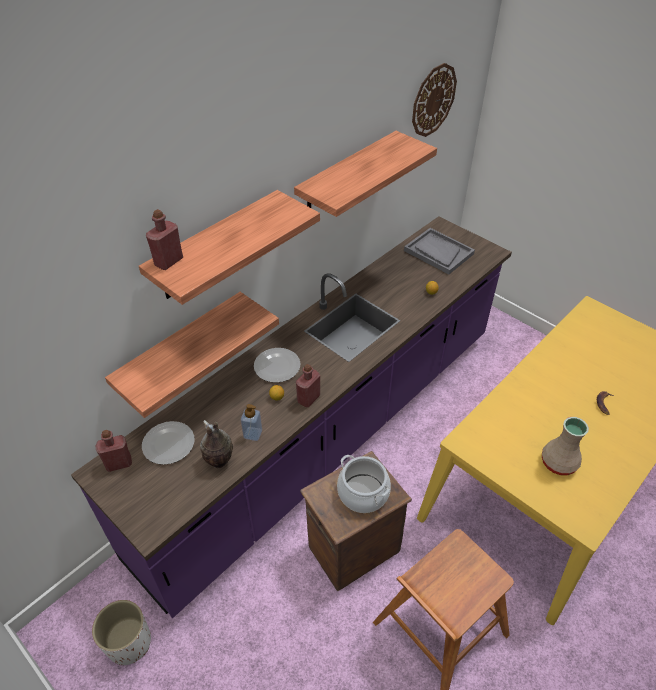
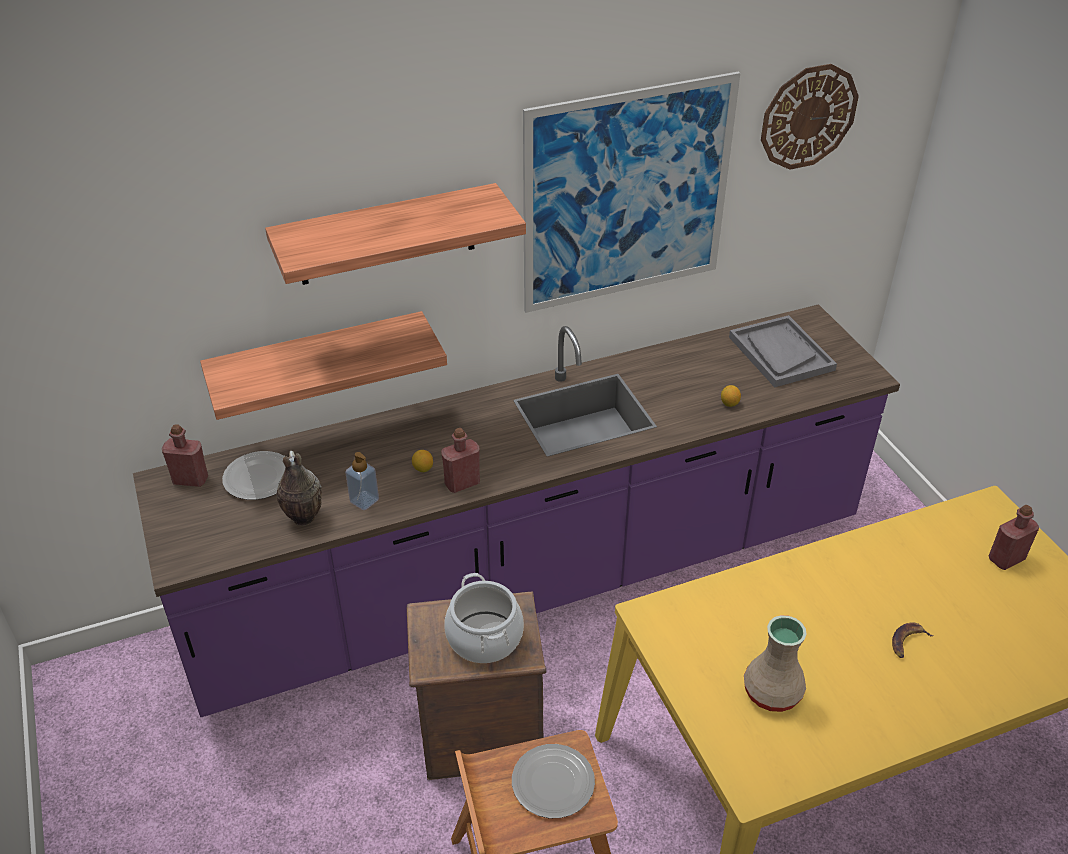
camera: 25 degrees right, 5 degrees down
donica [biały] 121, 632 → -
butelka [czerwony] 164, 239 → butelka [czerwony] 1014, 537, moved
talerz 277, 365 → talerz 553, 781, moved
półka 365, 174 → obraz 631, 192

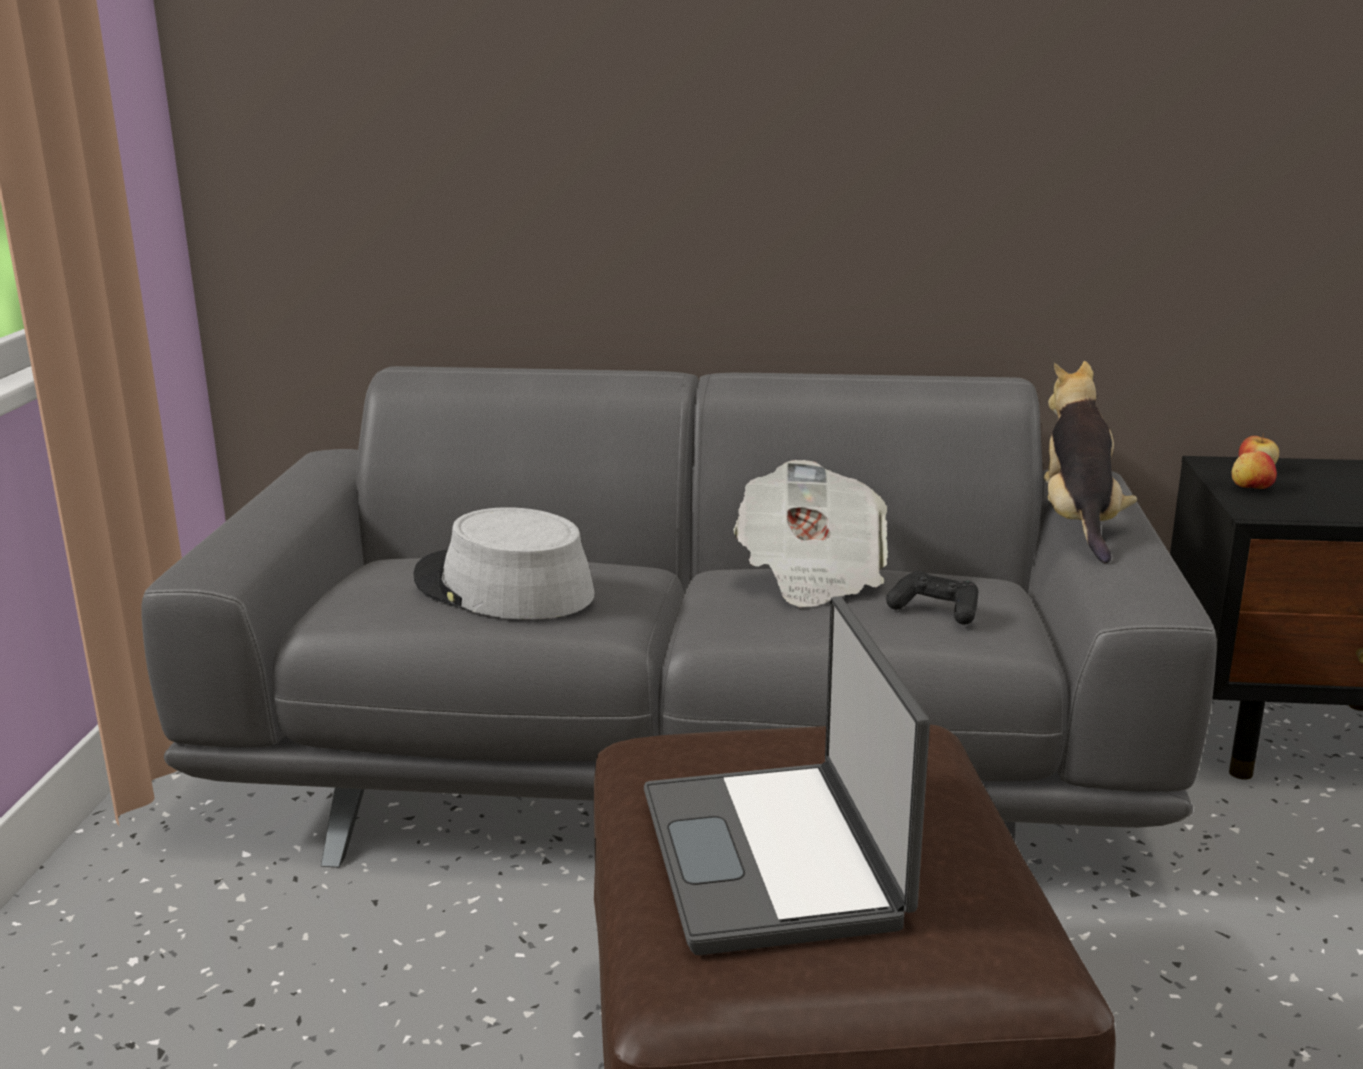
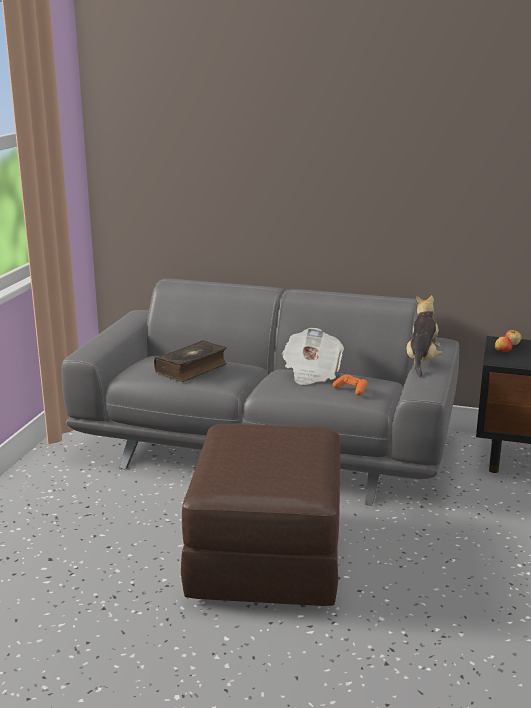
camera: 10 degrees right, 0 degrees up
kapelusz [szary] 503, 563 → książka 190, 361
laptop 787, 775 → -
pad do gier [czarny] 932, 598 → pad do gier [pomarańczowy] 350, 385

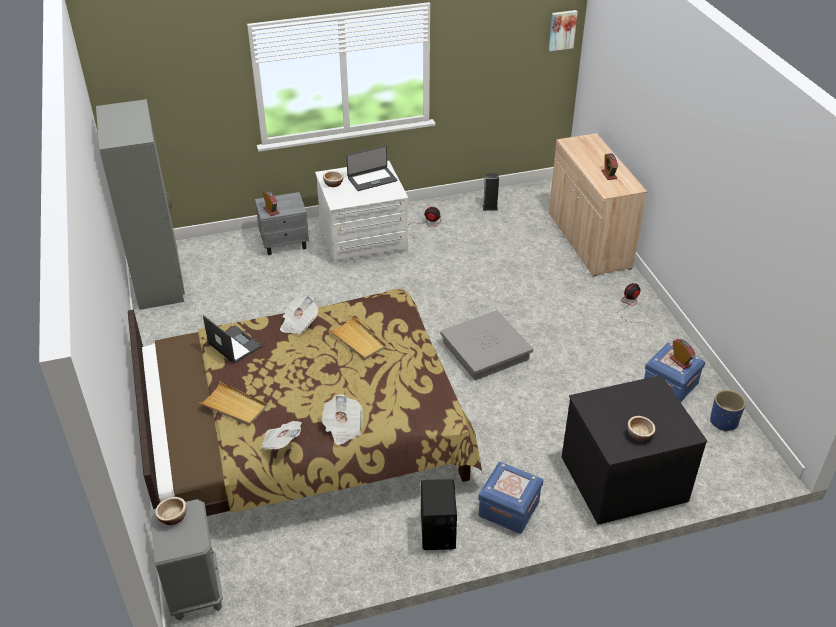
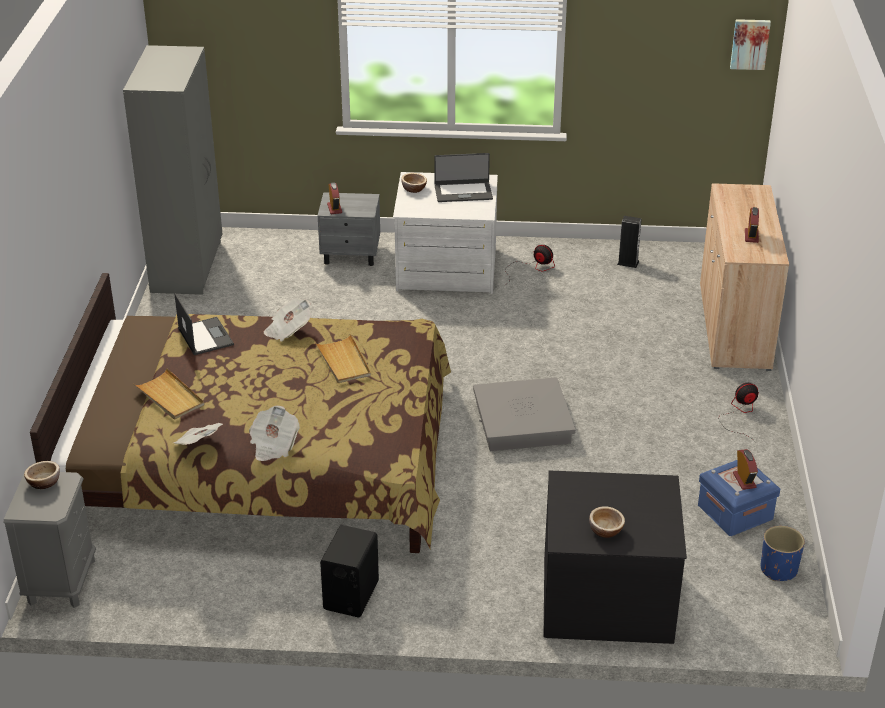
camera: 20 degrees right, 5 degrees down
pojemnik do przechowywania [niebieski] 510, 498 → -

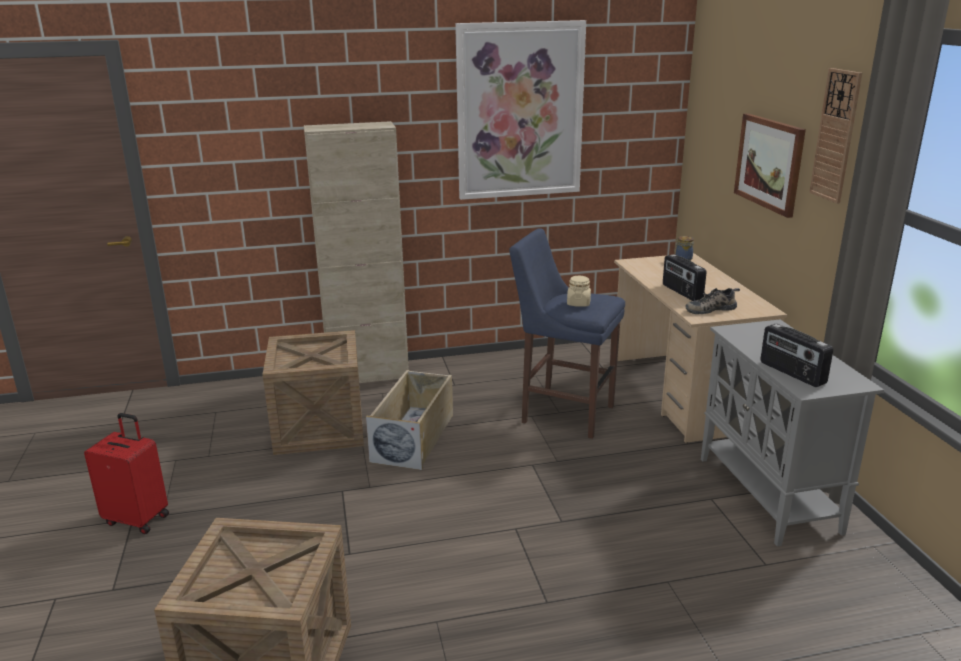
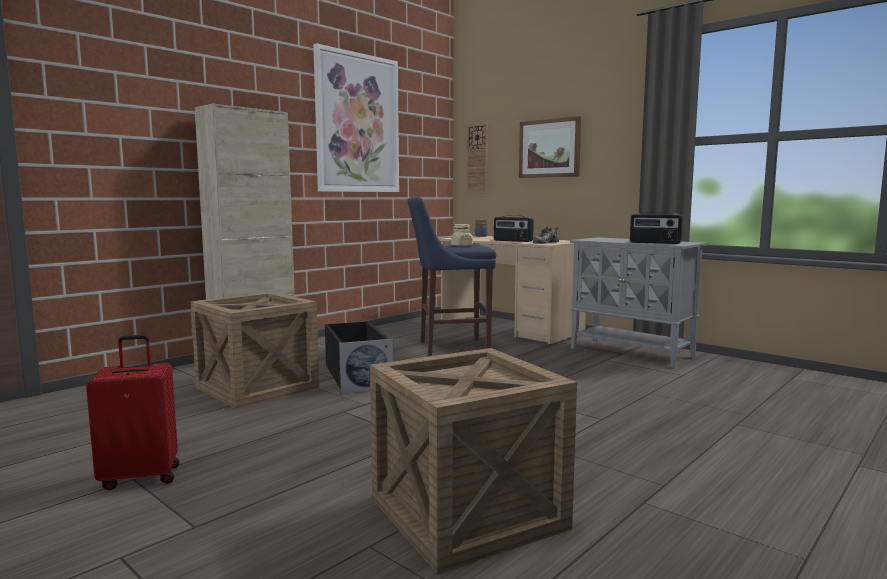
camera: 35 degrees left, 15 degrees down
pojemnik do przechowywania [beżowy] 409, 420 → pojemnik do przechowywania [czarny] 359, 357
zegar ścienny 835, 135 → zegar ścienny 477, 158, moved

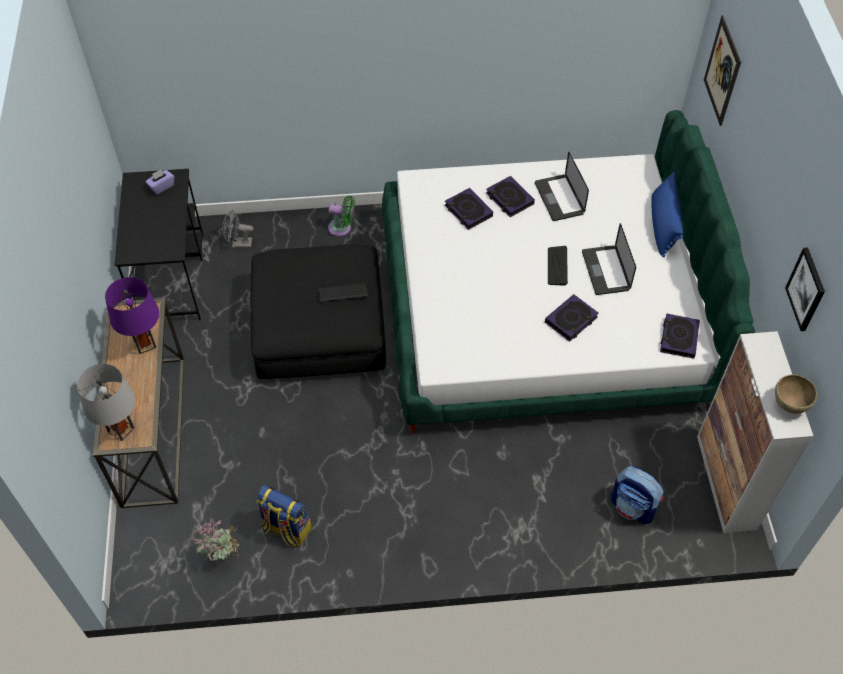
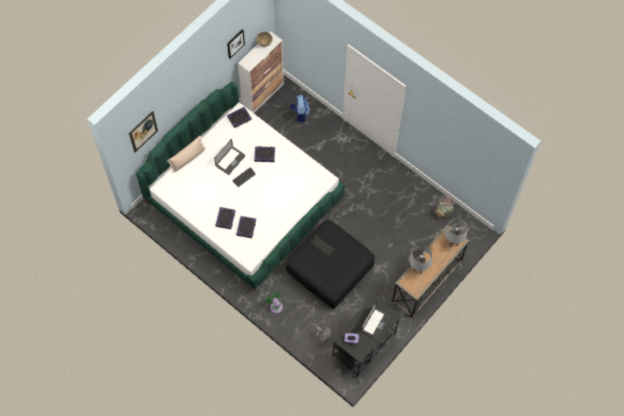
camera: 135 degrees left, 10 degrees up
lampa stołowa [fioletowy] 132, 315 → lampa stołowa [szary] 420, 259
plecak 284, 516 → -
laptop 562, 186 → laptop 376, 320, moved
poduszka [niebieski] 667, 214 → poduszka [beżowy] 186, 154

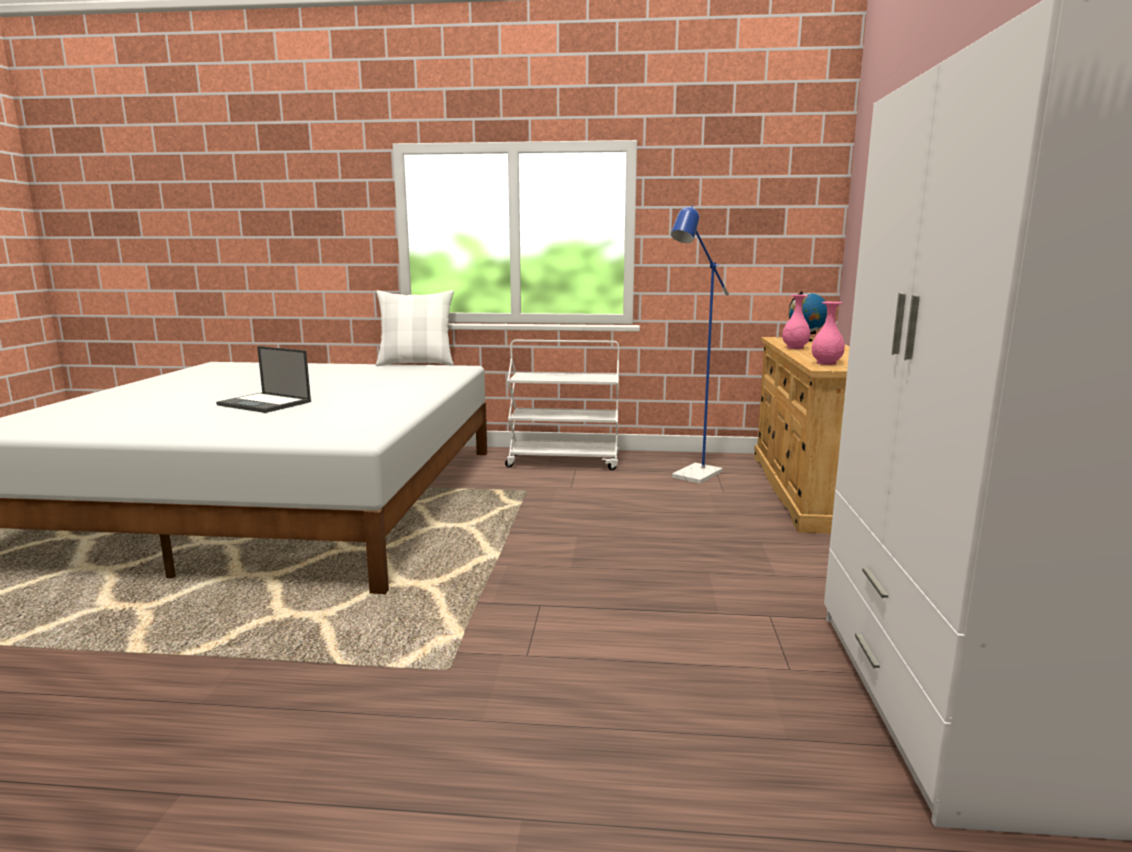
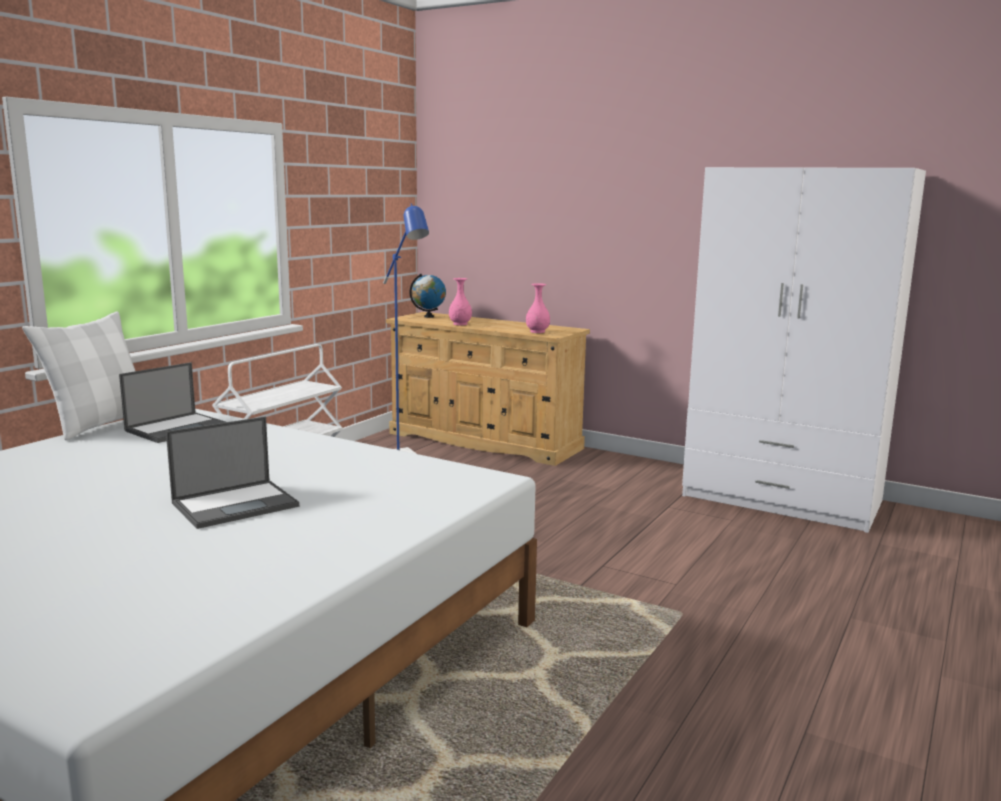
camera: 65 degrees left, 0 degrees up
- → laptop 172, 402

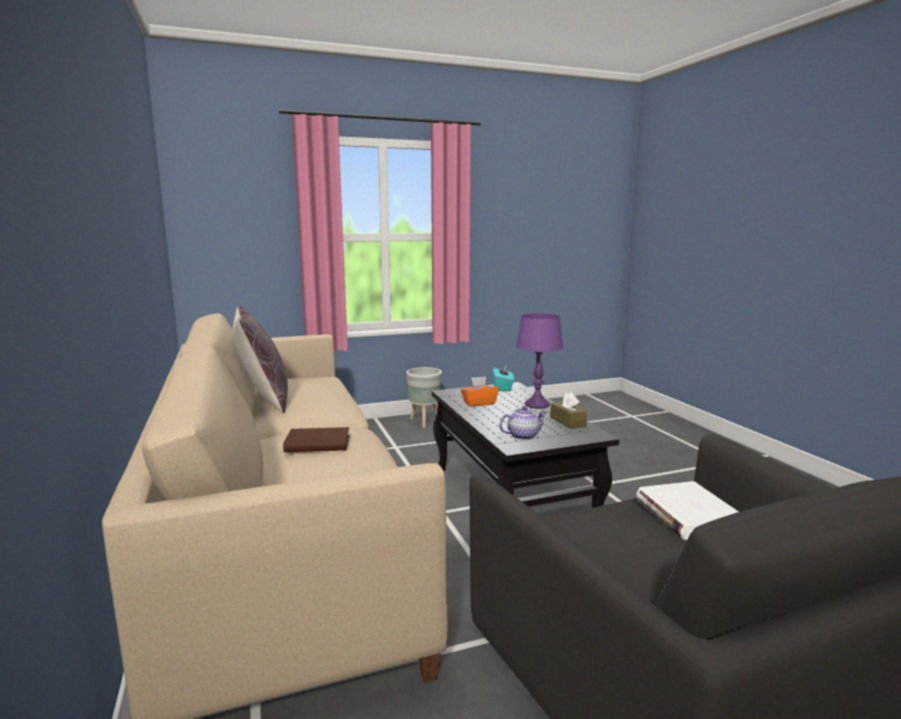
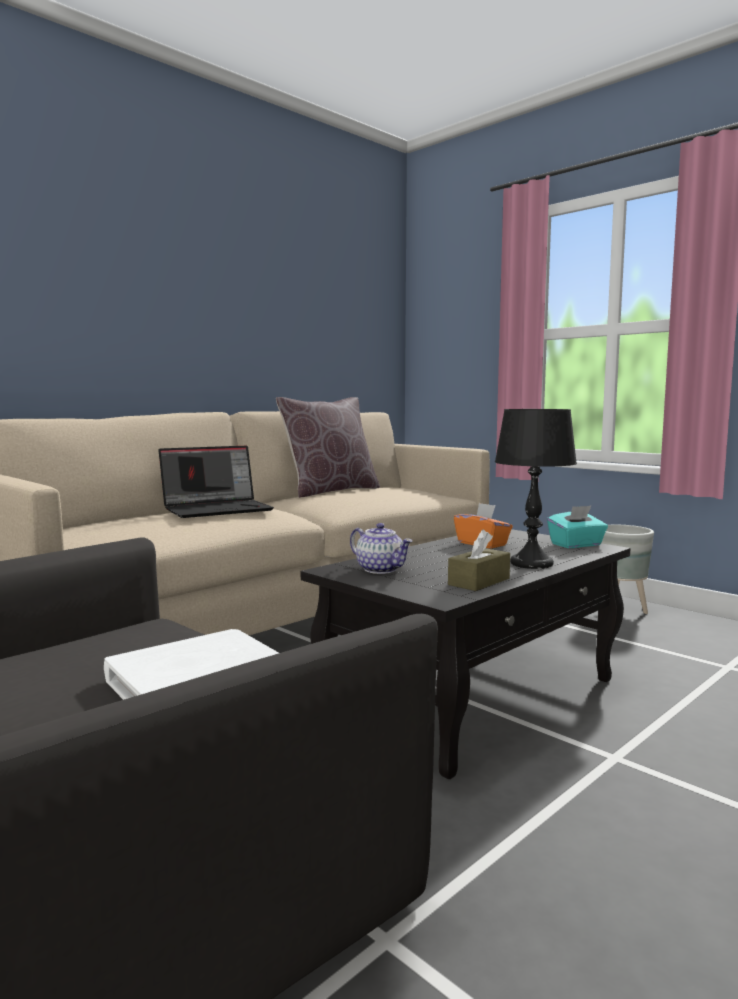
camera: 65 degrees right, 5 degrees down
książka [brązowy] 316, 439 → laptop 216, 482
lampa stołowa [fioletowy] 539, 361 → lampa stołowa [czarny] 536, 489

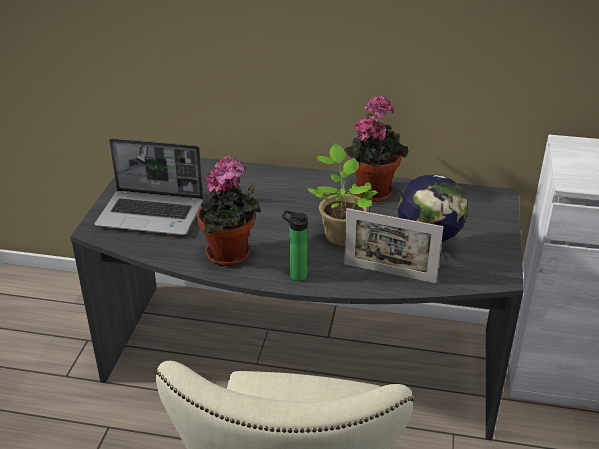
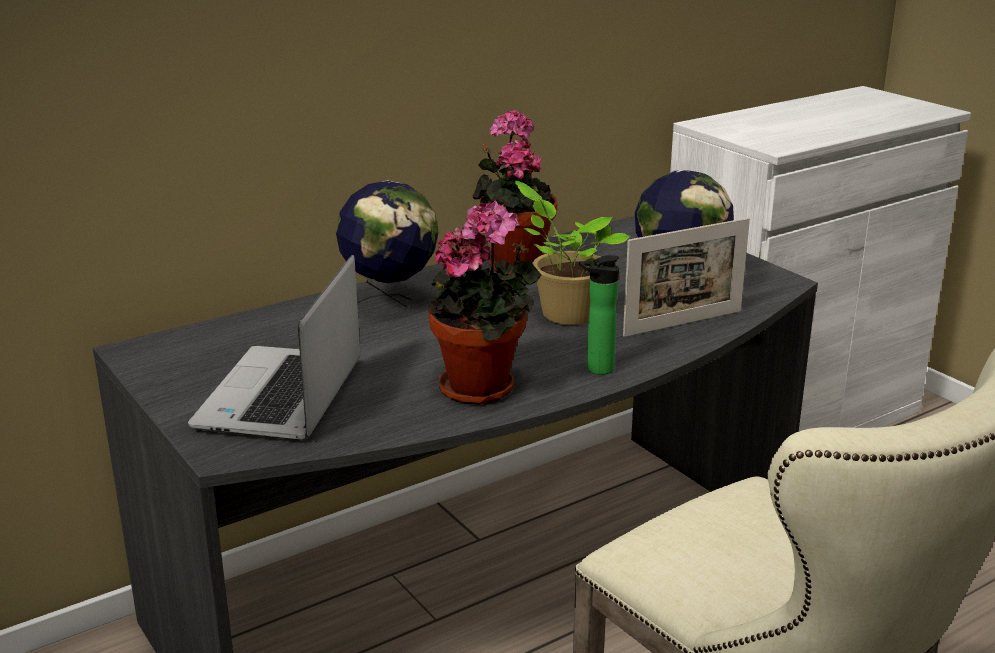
camera: 45 degrees left, 10 degrees down
laptop 149, 186 → laptop 274, 347, 135 degrees clockwise
- → globus 387, 249

